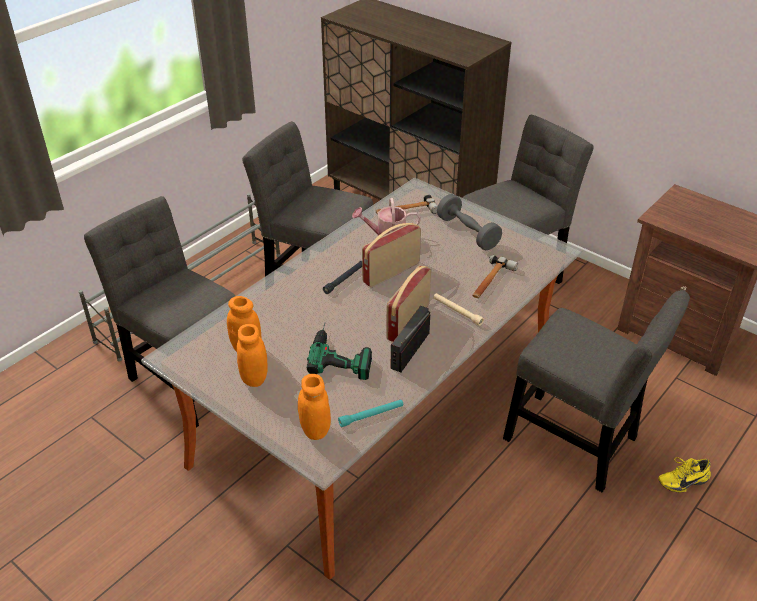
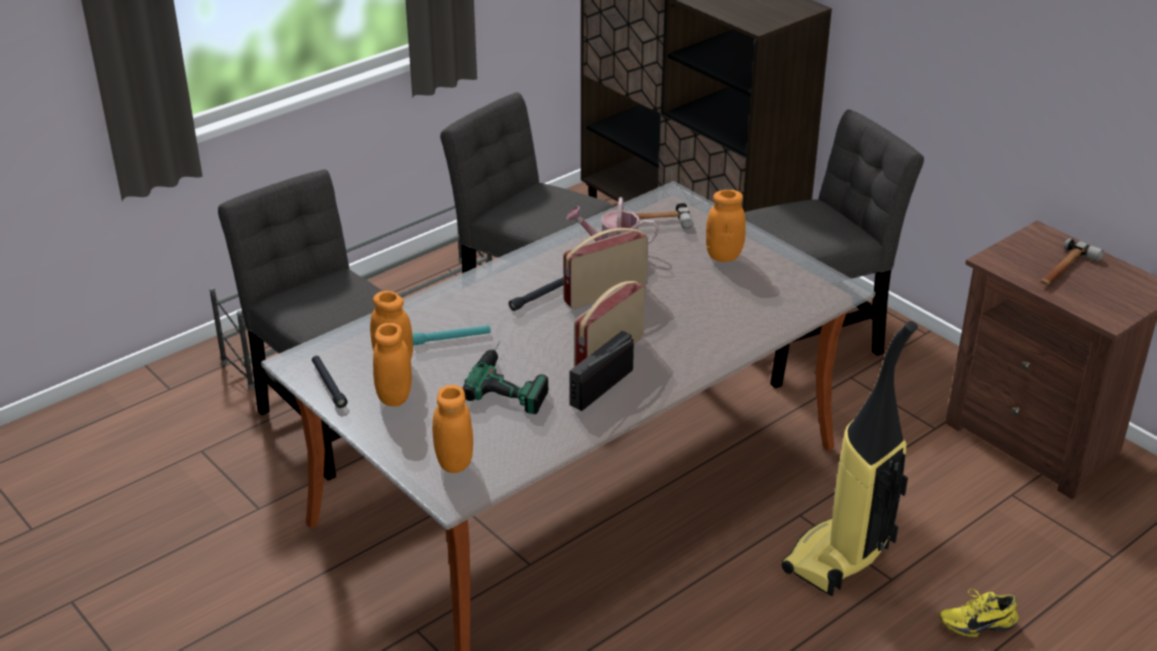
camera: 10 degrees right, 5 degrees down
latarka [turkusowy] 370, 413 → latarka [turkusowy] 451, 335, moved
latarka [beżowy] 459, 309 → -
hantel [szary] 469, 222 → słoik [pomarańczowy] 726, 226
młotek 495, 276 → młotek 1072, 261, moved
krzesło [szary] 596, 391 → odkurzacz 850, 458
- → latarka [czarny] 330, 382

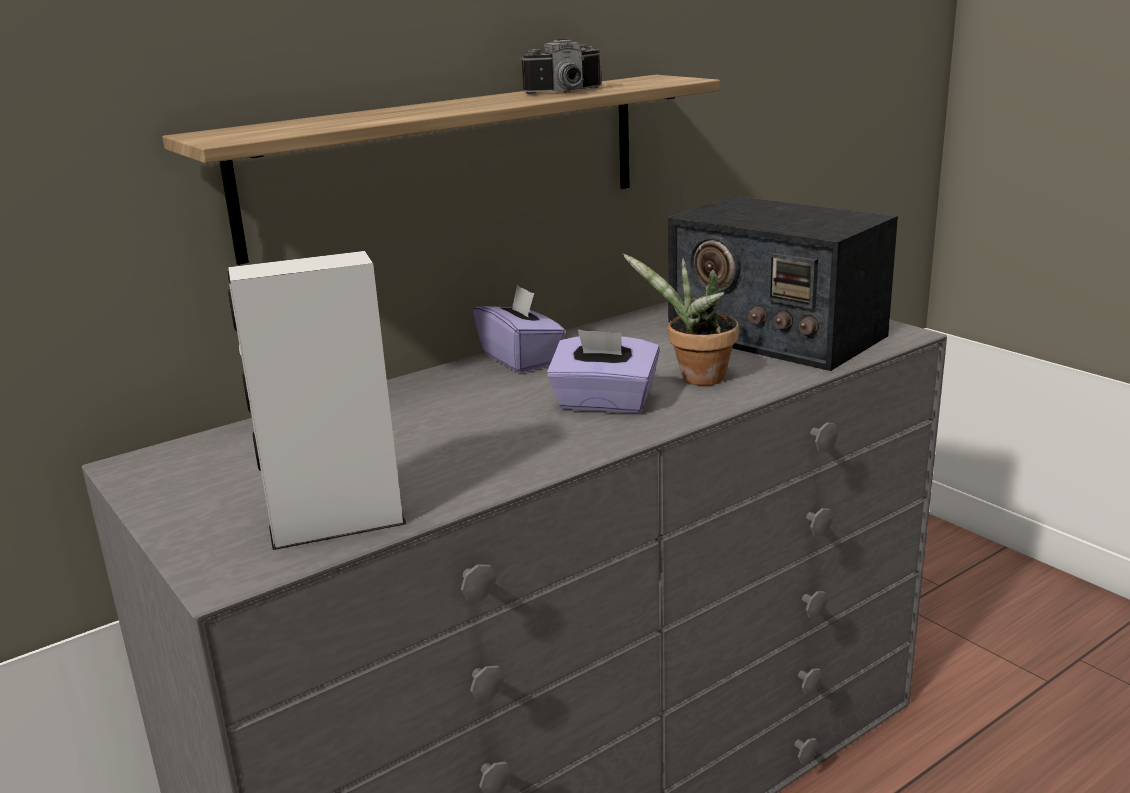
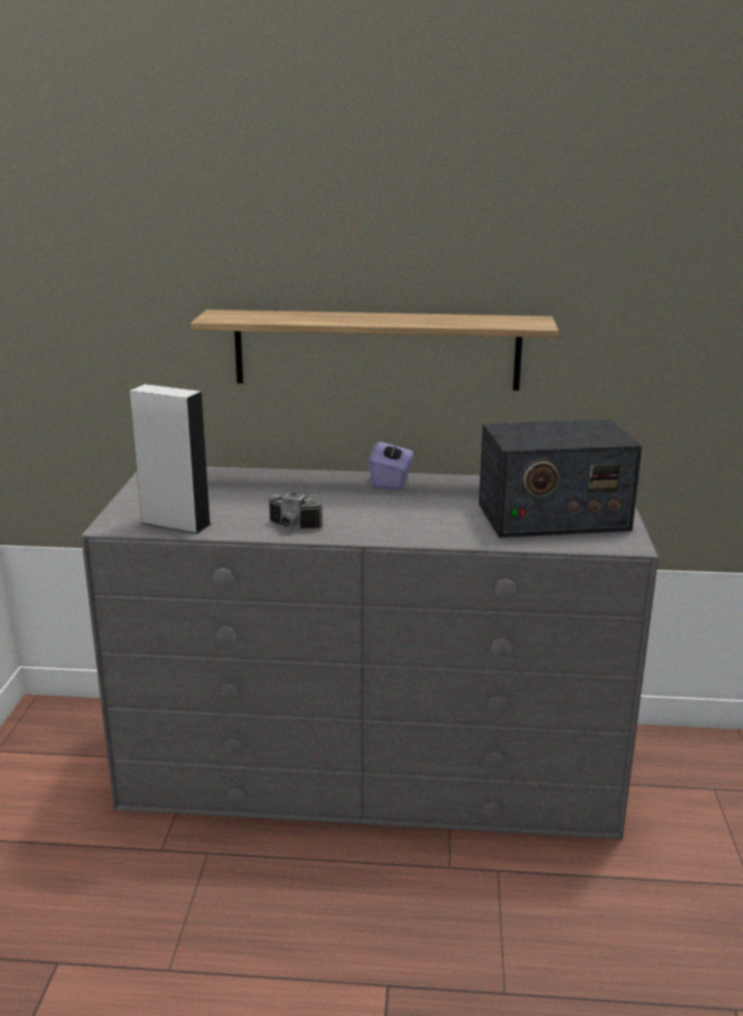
camera: 40 degrees right, 0 degrees up
aparat fotograficzny 561, 66 → aparat fotograficzny 295, 511, moved
pudełko chusteczek [fioletowy] 603, 371 → -
roślina doniczkowa 680, 319 → -
radio 783, 283 → radio 560, 478, 90 degrees counterclockwise

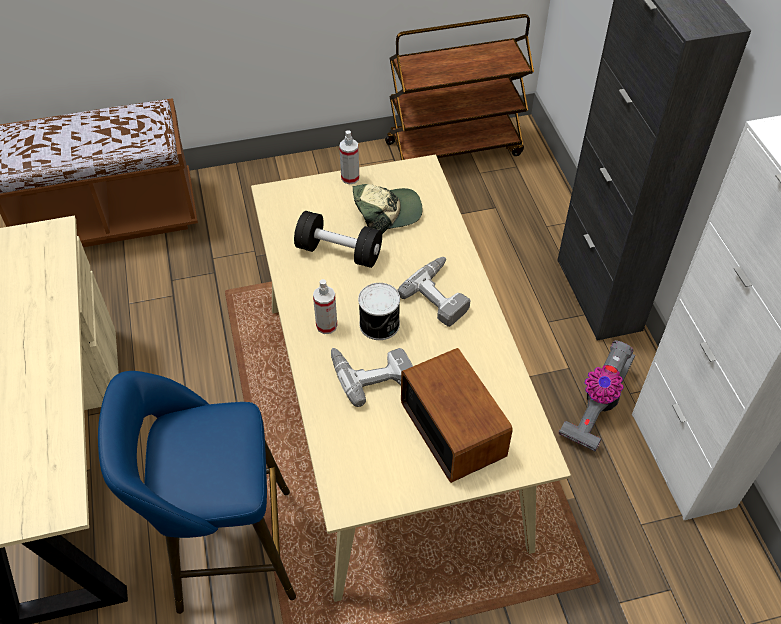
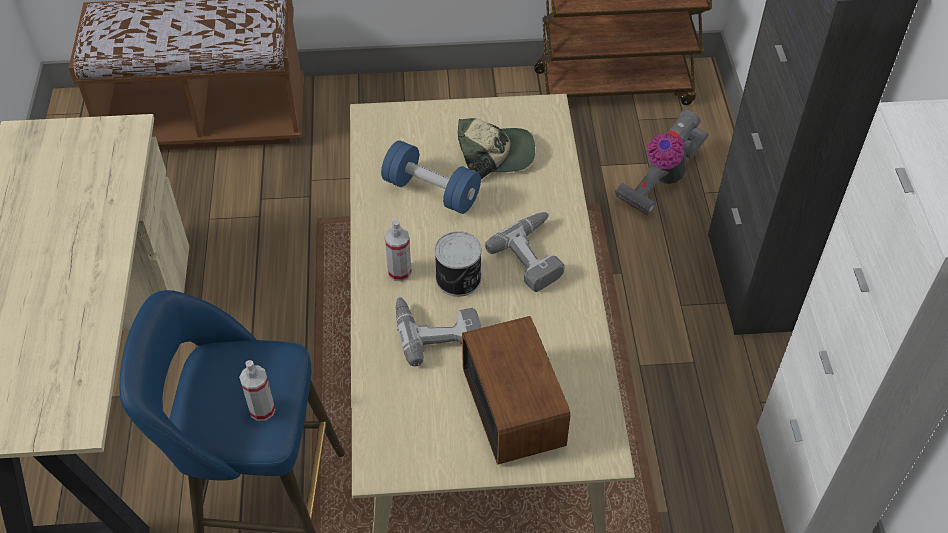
camera: 10 degrees right, 0 degrees up
hantel [czarny] 338, 239 → hantel [niebieski] 431, 177
spryskiwacz 349, 157 → spryskiwacz 257, 390, moved
odkurzacz 597, 396 → odkurzacz 662, 162, moved

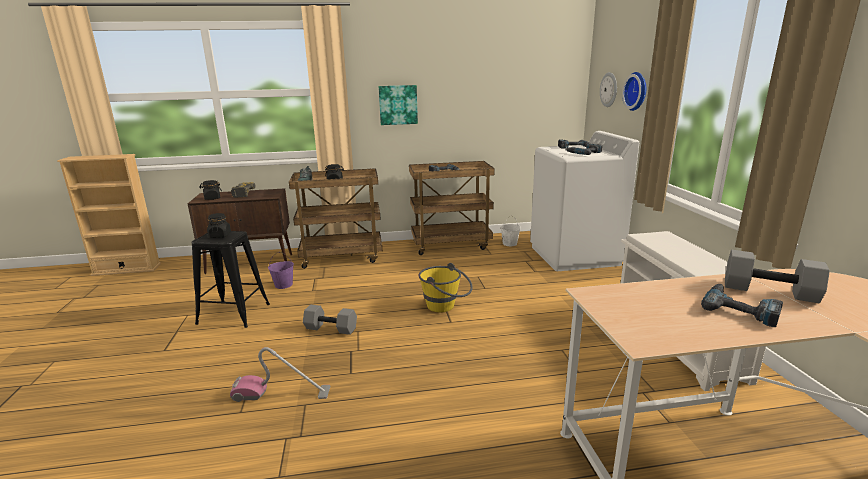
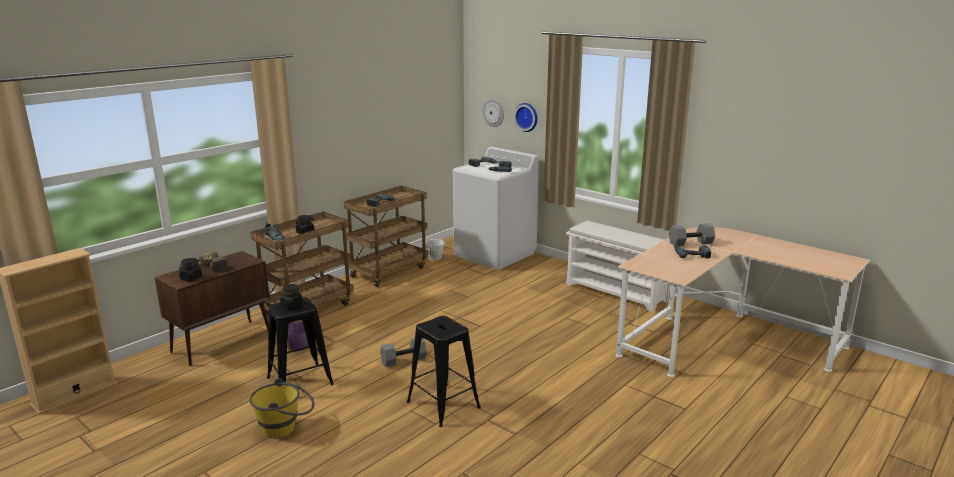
camera: 40 degrees left, 0 degrees up
odkurzacz 280, 374 → stołek [czarny] 444, 371
obraz 398, 105 → -
wiadro [żółty] 445, 287 → wiadro [żółty] 281, 408, moved

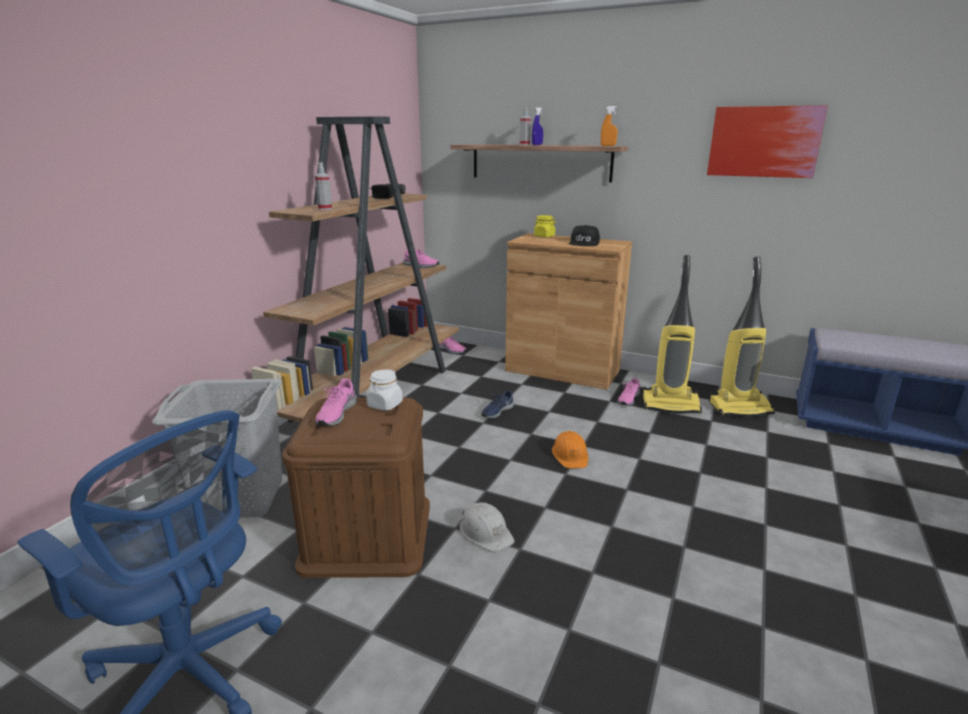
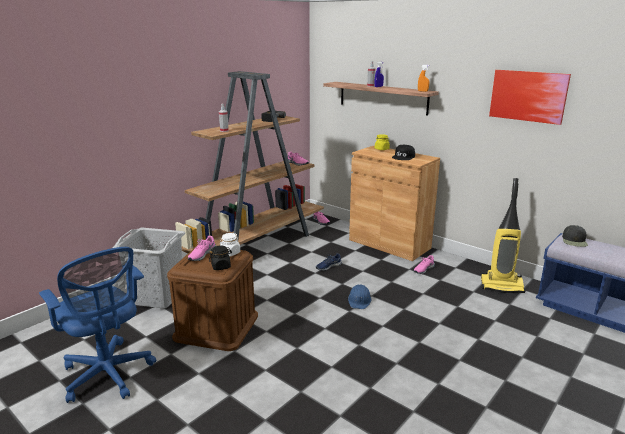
camera: 15 degrees right, 0 degrees up
kask [biały] 487, 527 → -
kask [pomarańczowy] 570, 449 → kask [niebieski] 359, 297
odkurzacz 672, 334 → -
- → słoik [czarny] 220, 257
- → czapka z daszkiem [czarny] 575, 236

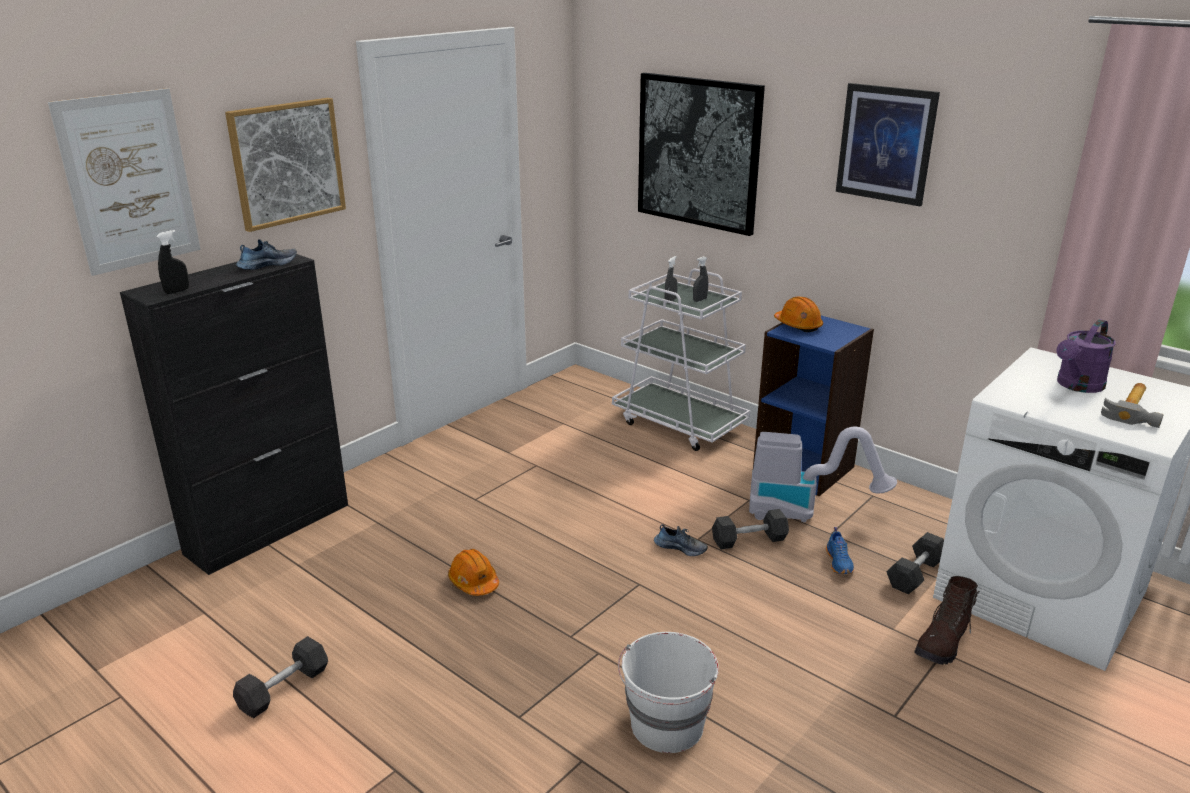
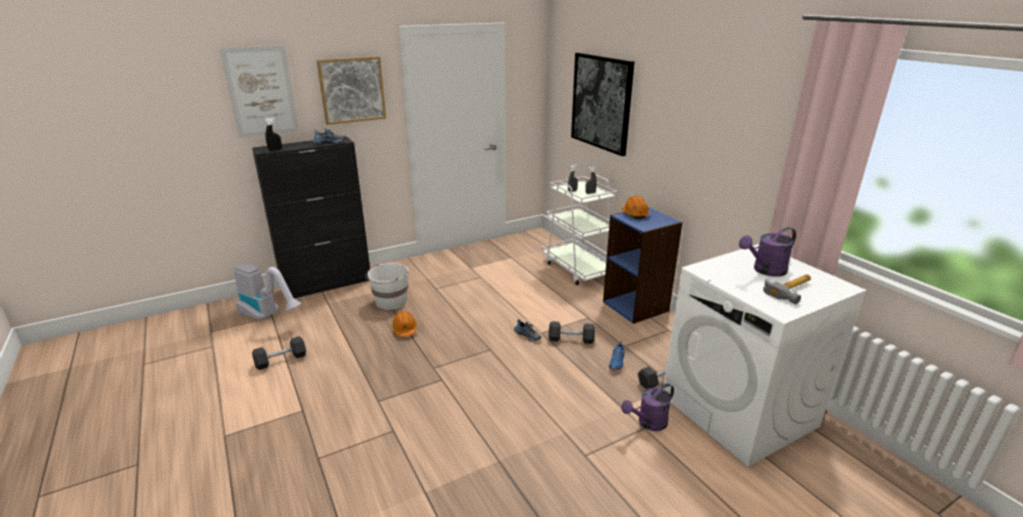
camera: 20 degrees right, 0 degrees up
wiadro [biały] 668, 692 → wiadro [biały] 387, 286, moved
odkurzacz 823, 474 → odkurzacz 268, 292, moved
obraz 888, 144 → -
but z cholewką [brązowy] 947, 620 → konewka [fioletowy] 647, 407

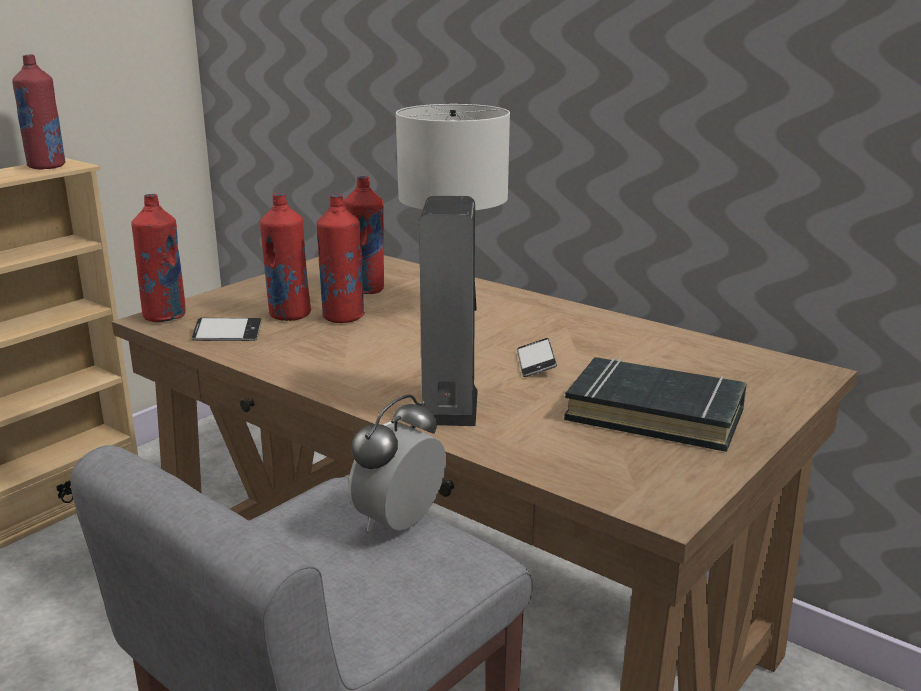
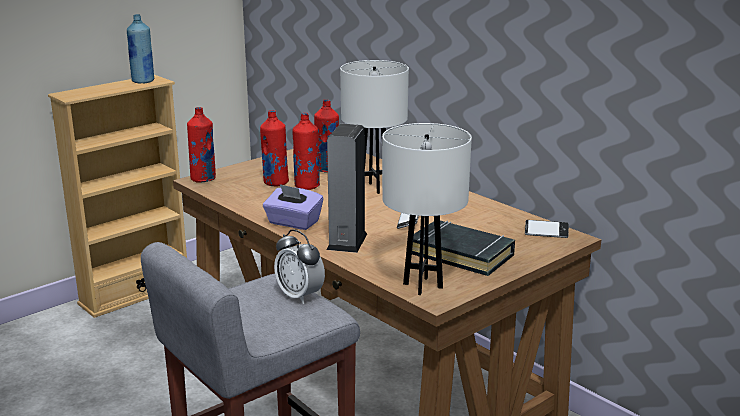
camera: 10 degrees right, 0 degrees up
butelka [czerwony] 38, 112 → butelka [niebieski] 140, 49
telefon 227, 329 → telefon 547, 229, moved
budzik 397, 462 → budzik 299, 267, 90 degrees counterclockwise
- → pudełko chusteczek [fioletowy] 293, 207
- → lampa stołowa [biały] 427, 209

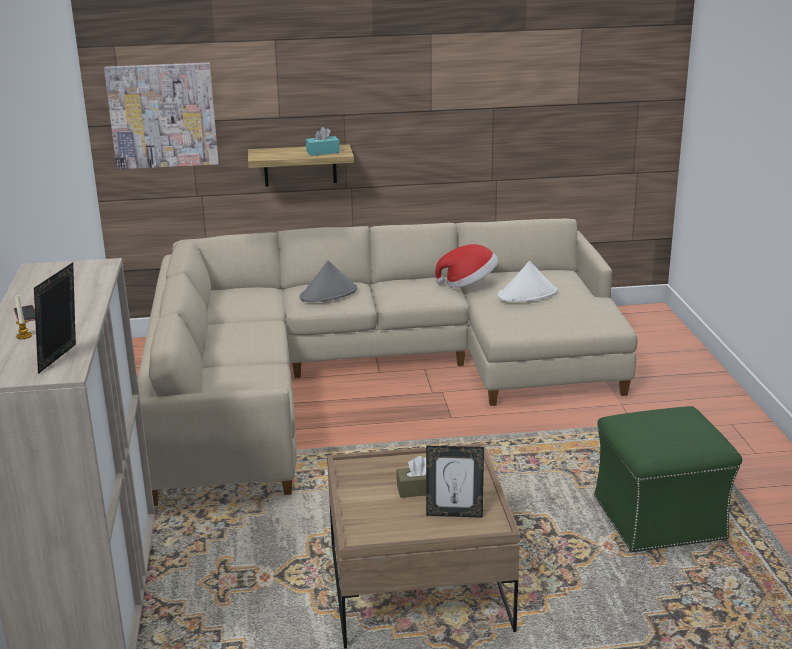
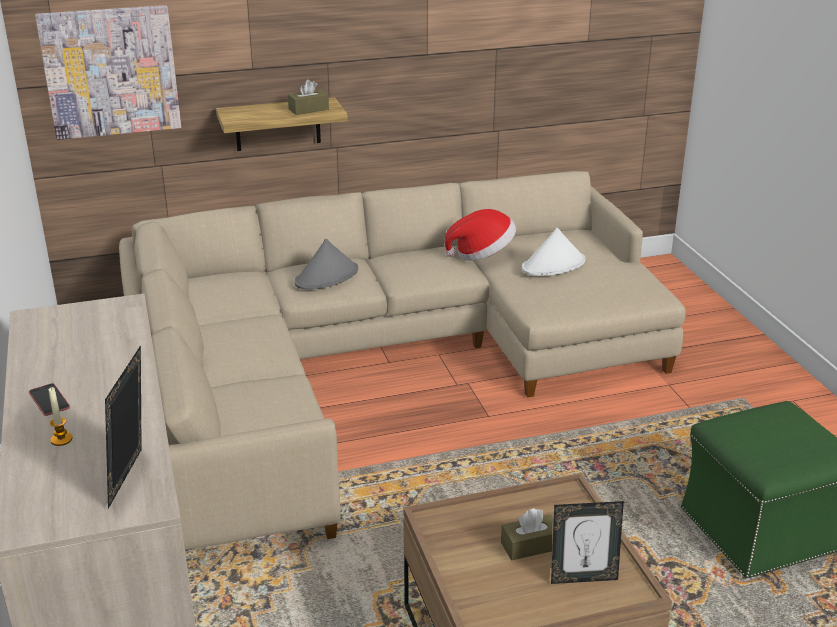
camera: 10 degrees left, 5 degrees up
pudełko chusteczek [turkusowy] 323, 141 → pudełko chusteczek [brązowy] 308, 97

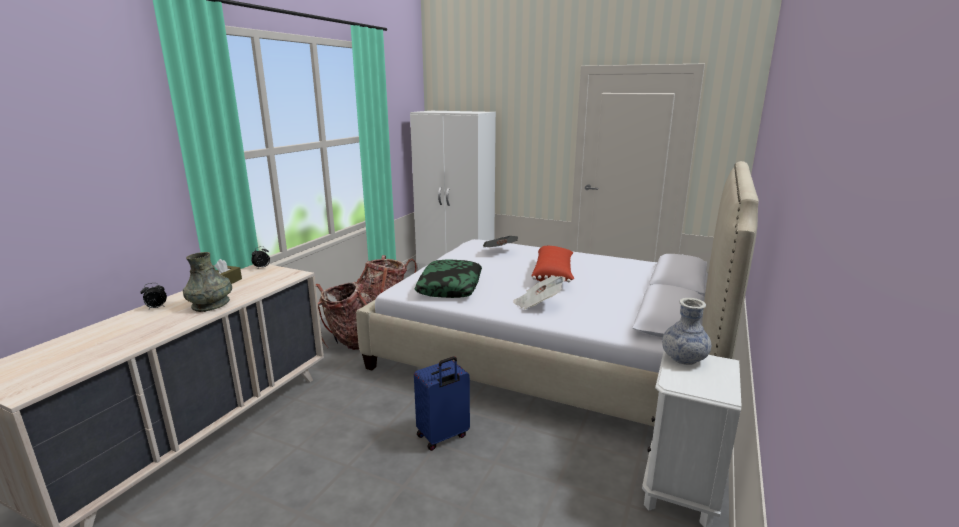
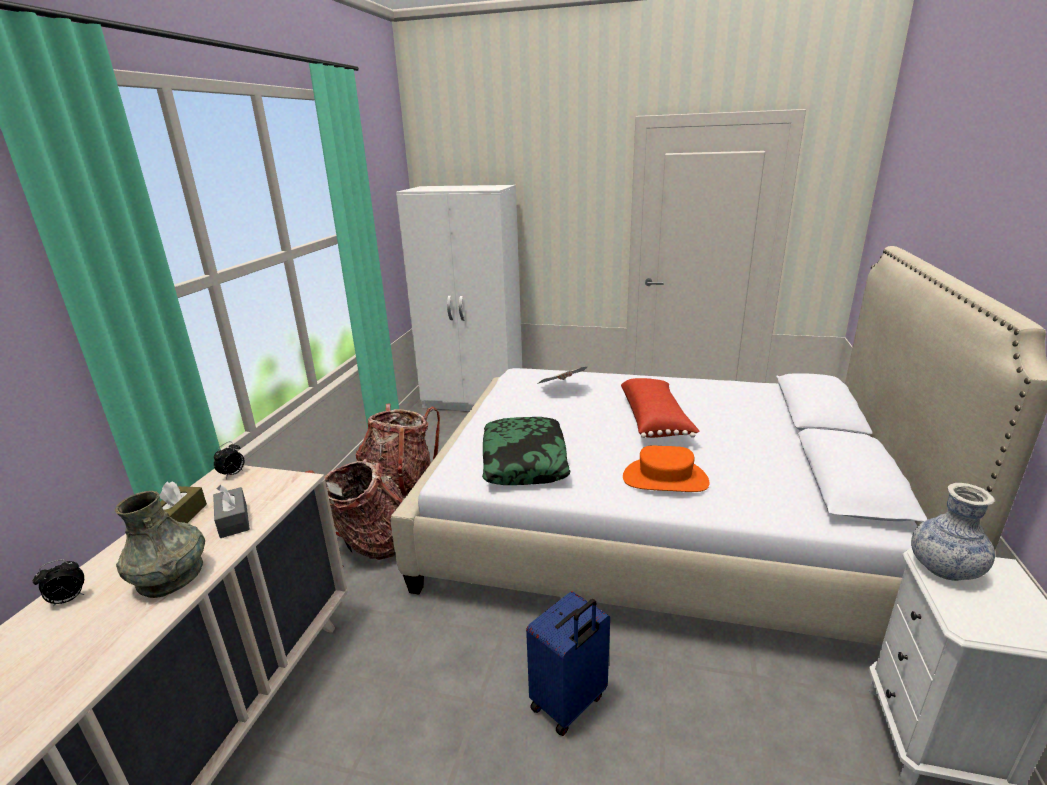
camera: 10 degrees left, 5 degrees up
gazeta 539, 292 → kapelusz [pomarańczowy] 666, 469
- → pudełko chusteczek [szary] 231, 511

